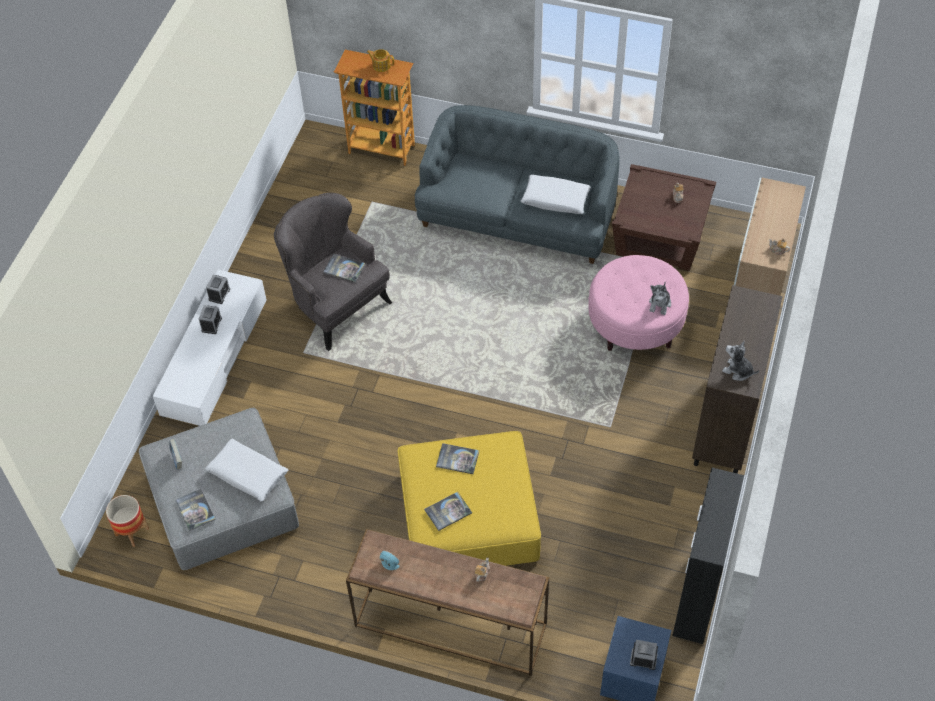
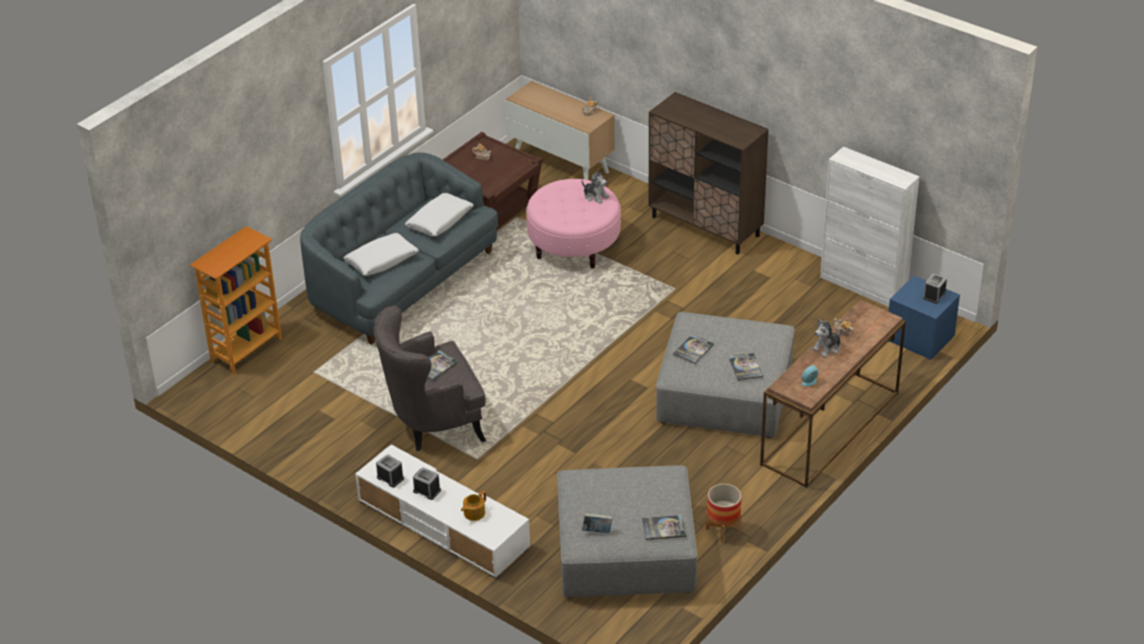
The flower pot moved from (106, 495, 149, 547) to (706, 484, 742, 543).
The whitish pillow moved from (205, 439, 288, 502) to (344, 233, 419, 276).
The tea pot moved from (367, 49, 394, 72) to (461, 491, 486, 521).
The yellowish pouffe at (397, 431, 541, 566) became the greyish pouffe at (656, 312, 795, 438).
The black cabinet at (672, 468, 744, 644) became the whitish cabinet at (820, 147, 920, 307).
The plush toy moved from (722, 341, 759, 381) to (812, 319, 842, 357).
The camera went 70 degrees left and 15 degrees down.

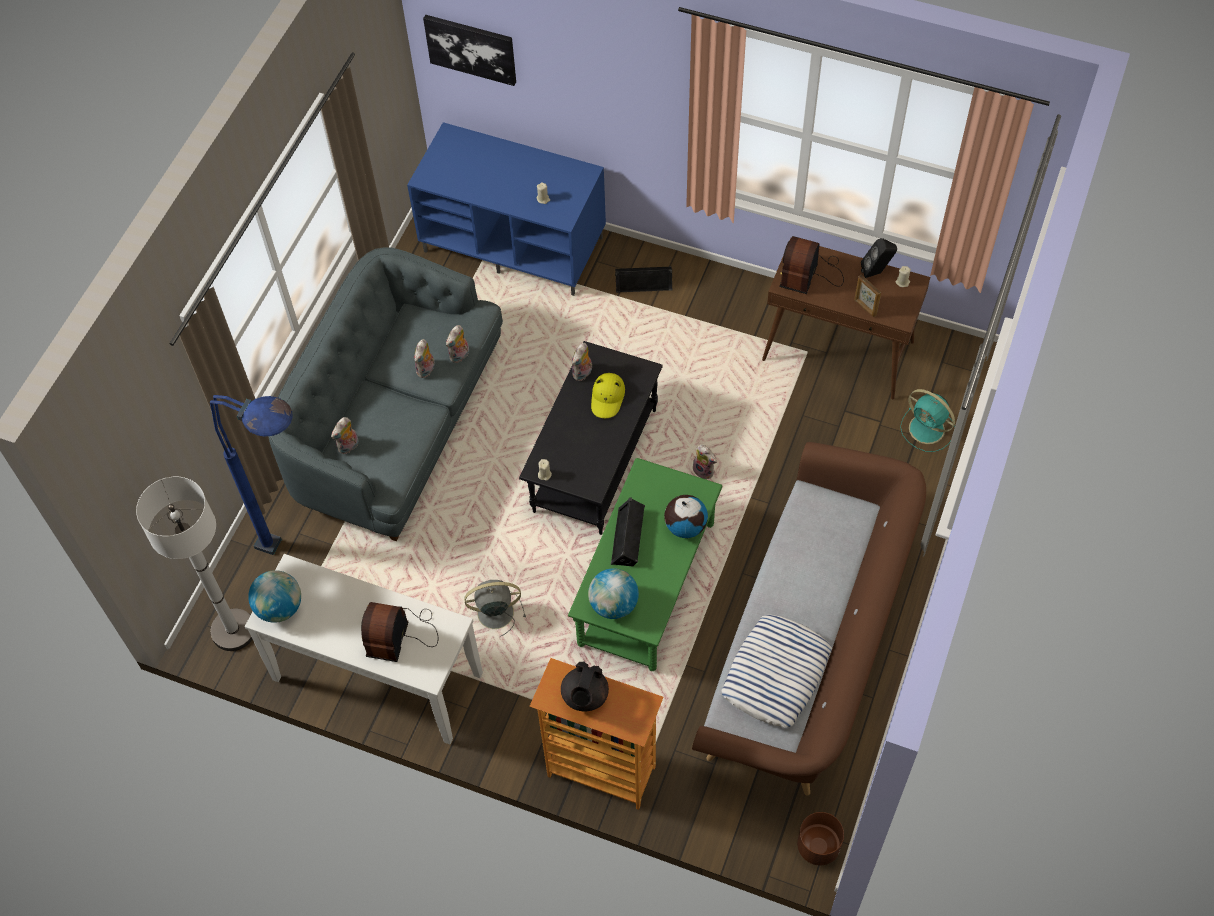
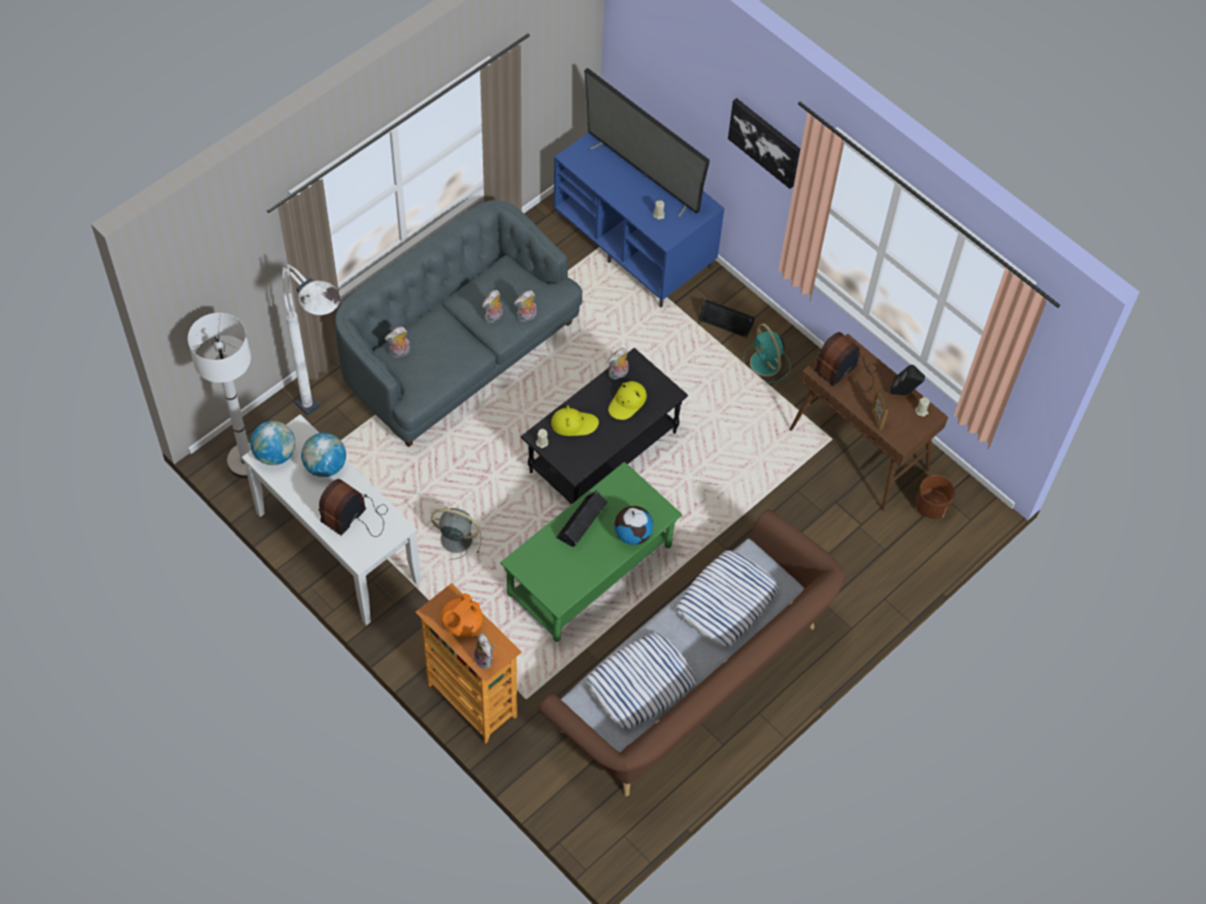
The bluish standing lamp at (210, 395, 293, 555) became the whitish standing lamp at (282, 264, 340, 416).
The wall picture moved from (423, 15, 516, 86) to (728, 98, 800, 189).
The black tea pot at (561, 662, 609, 712) became the orange-coloured tea pot at (441, 593, 483, 636).
The globe moved from (588, 568, 639, 619) to (301, 433, 346, 477).
The plush toy moved from (693, 445, 717, 479) to (472, 633, 495, 669).
The brown flower pot moved from (797, 812, 844, 866) to (915, 475, 955, 519).
The blue-green electric fan moved from (900, 389, 955, 452) to (743, 323, 791, 383).
The yellowish clothing hat at (551, 405, 599, 436) appeared.
The TV at (584, 68, 710, 218) appeared.
The pillow at (676, 550, 779, 646) appeared.
The camera went 20 degrees right and 0 degrees up.

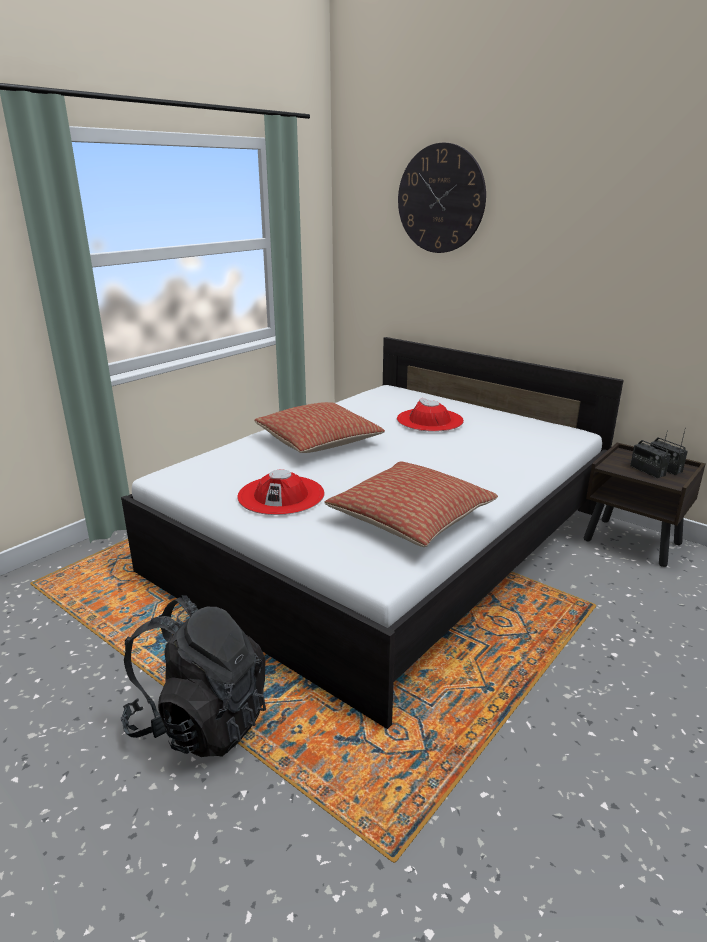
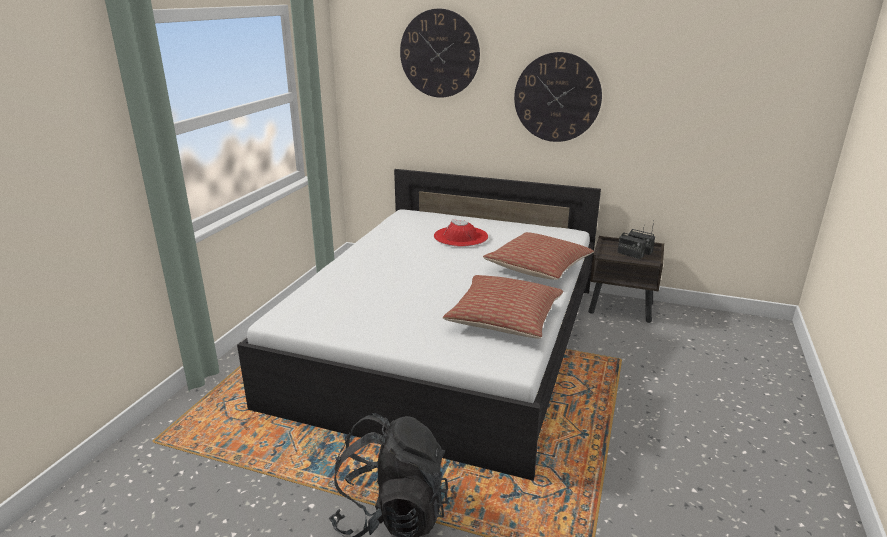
The reddish clothing hat at (237, 469, 324, 515) disappeared.
The pillow moved from (254, 402, 385, 453) to (483, 232, 594, 280).
The wall clock at (514, 52, 602, 142) appeared.
The camera went 20 degrees left and 0 degrees up.

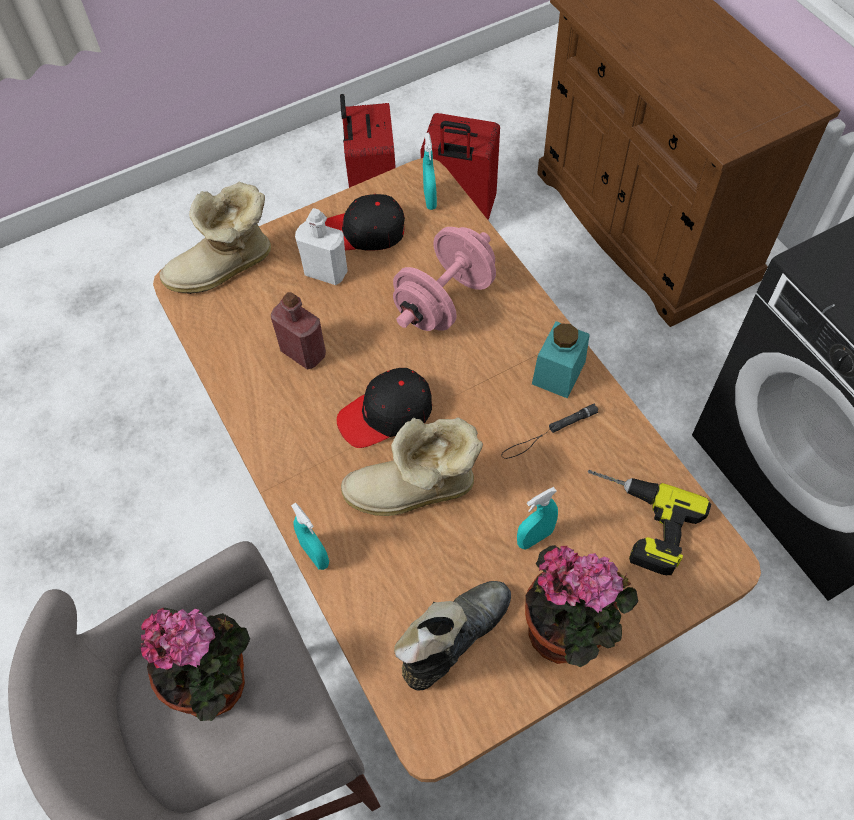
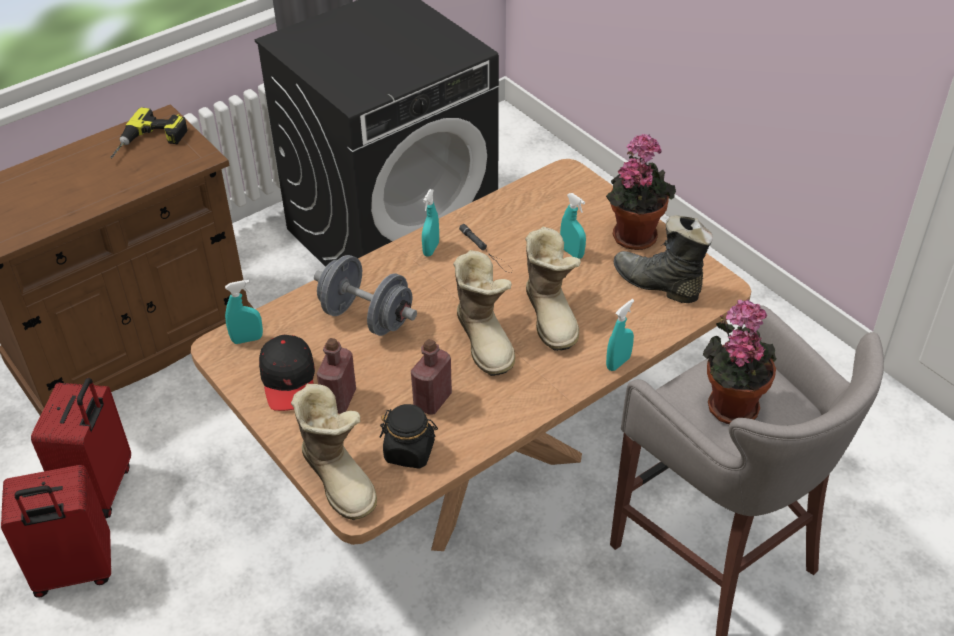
The whitish bottle at (295, 208, 348, 285) became the reddish bottle at (317, 338, 356, 414).
The black baseball cap at (337, 368, 432, 448) was replaced by the high-top boot at (453, 250, 515, 376).
The pinkish hand weight at (393, 227, 496, 331) became the greyish hand weight at (314, 255, 417, 336).
The blue-green preserve jar at (532, 321, 590, 398) was replaced by the blue-green hand sprayer at (422, 189, 439, 257).
The power drill moved from (588, 470, 711, 575) to (110, 107, 188, 158).
The black preserve jar at (380, 404, 438, 468) appeared.
The camera went 100 degrees left and 15 degrees down.

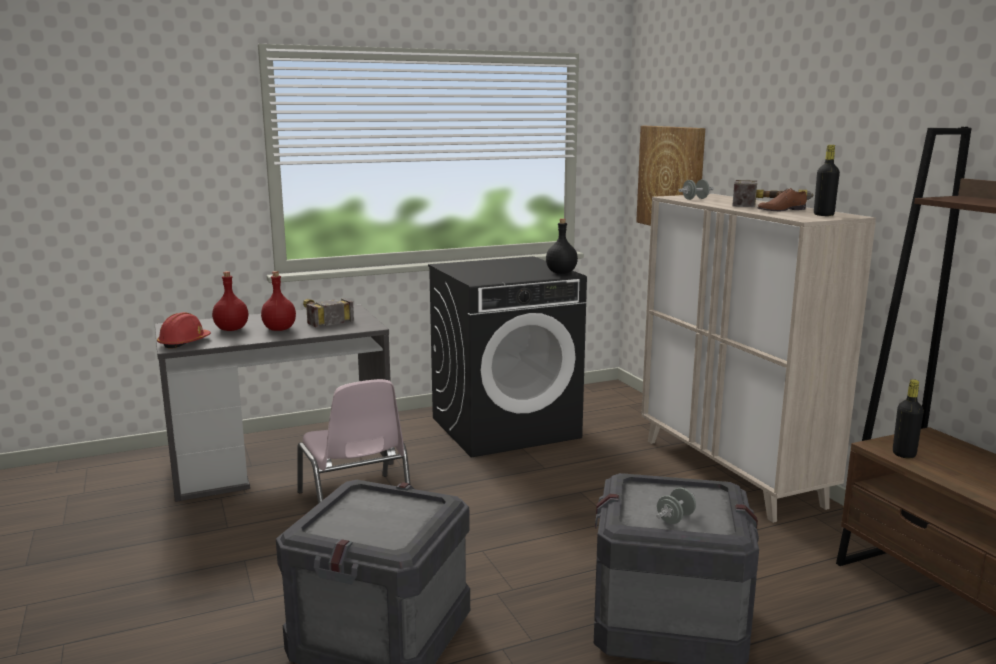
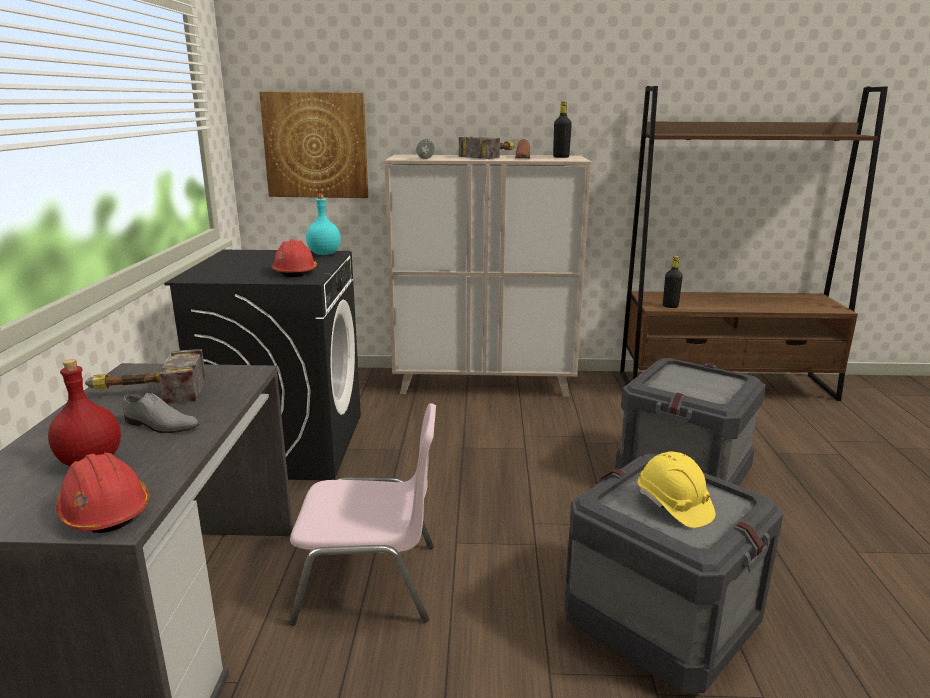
The reddish bottle at (261, 271, 296, 331) was replaced by the greyish low shoe at (122, 393, 199, 433).
The black bottle at (546, 219, 578, 274) became the blue-green bottle at (306, 194, 341, 255).
The greyish hand weight at (657, 488, 696, 524) disappeared.
The reddish safety helmet at (272, 239, 317, 277) appeared.
The yellowish safety helmet at (638, 452, 715, 528) appeared.
The camera went 65 degrees left and 5 degrees up.

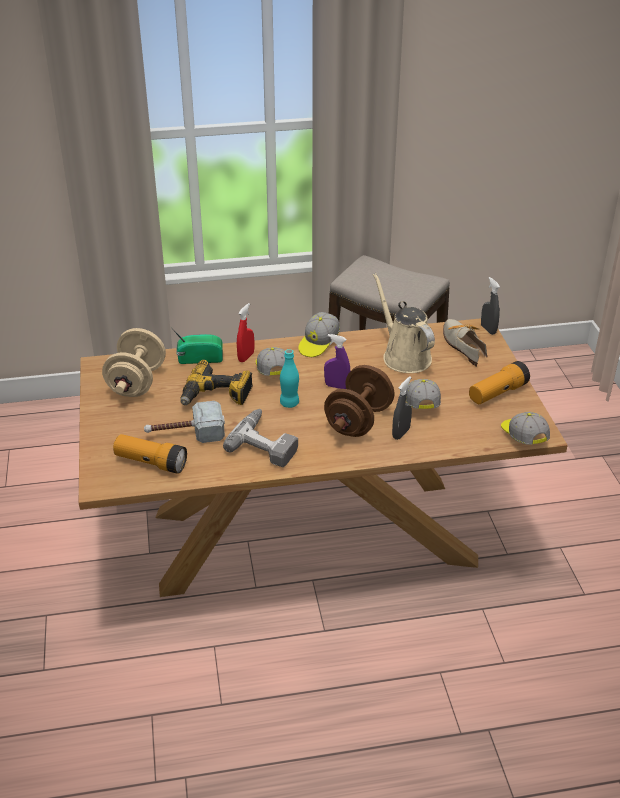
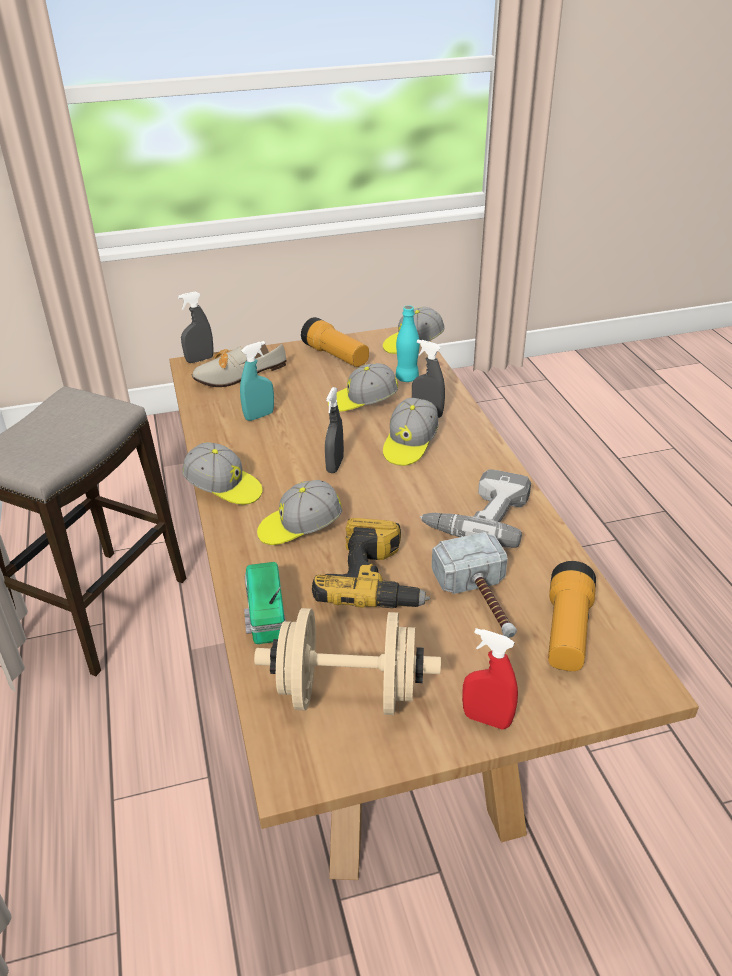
The reddish hand sprayer moved from (237, 303, 254, 362) to (462, 628, 518, 730).
The blue-green bottle moved from (280, 349, 299, 408) to (396, 305, 420, 382).
The purplish hand sprayer at (324, 334, 350, 389) became the greyish hand sprayer at (325, 387, 344, 473).
The brown hand weight at (324, 365, 394, 437) was replaced by the baseball cap at (383, 398, 439, 466).
The sand-coloured watering can at (373, 273, 435, 373) was replaced by the blue-green hand sprayer at (240, 341, 274, 421).
The camera went 95 degrees left and 0 degrees up.

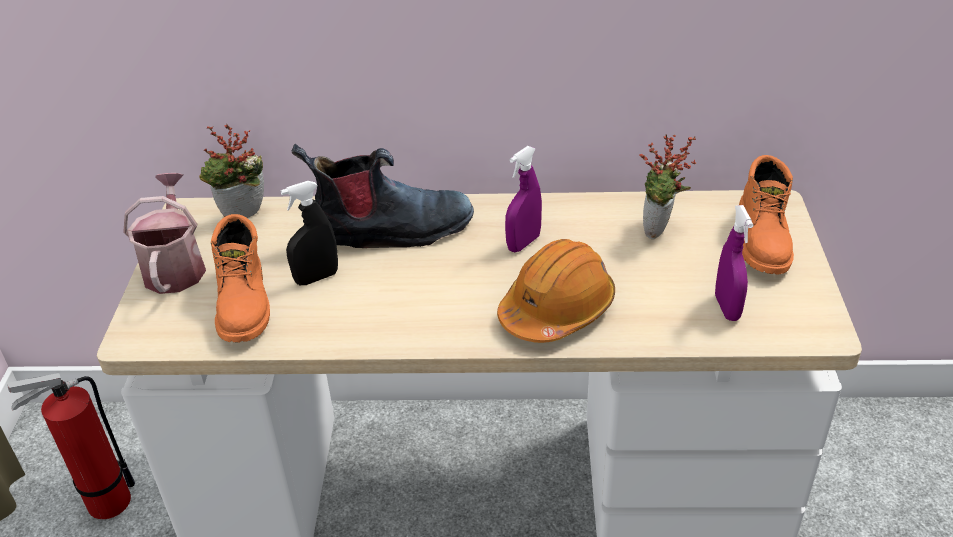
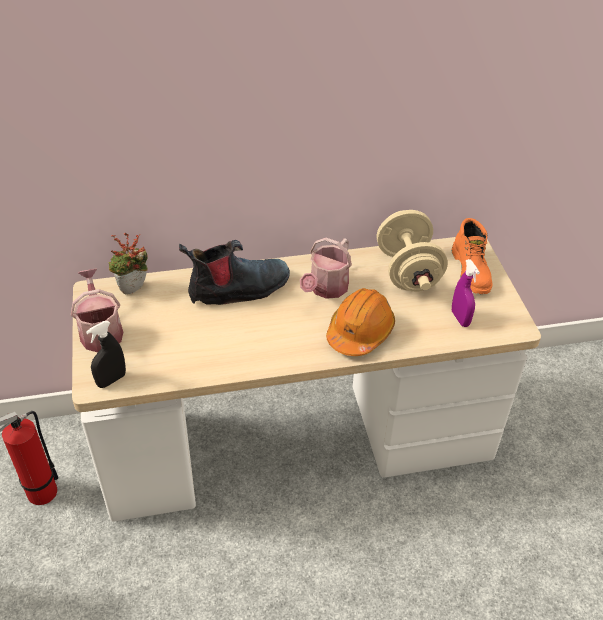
The orange-coloured high-top boot at (210, 214, 270, 342) disappeared.
The black hand sprayer moved from (281, 181, 338, 285) to (86, 321, 126, 388).
The purplish hand sprayer at (505, 146, 542, 252) was replaced by the watering can at (300, 238, 352, 299).
The potted plant at (639, 134, 696, 239) was replaced by the sand-coloured hand weight at (377, 210, 448, 292).
The camera went 15 degrees left and 5 degrees up.

